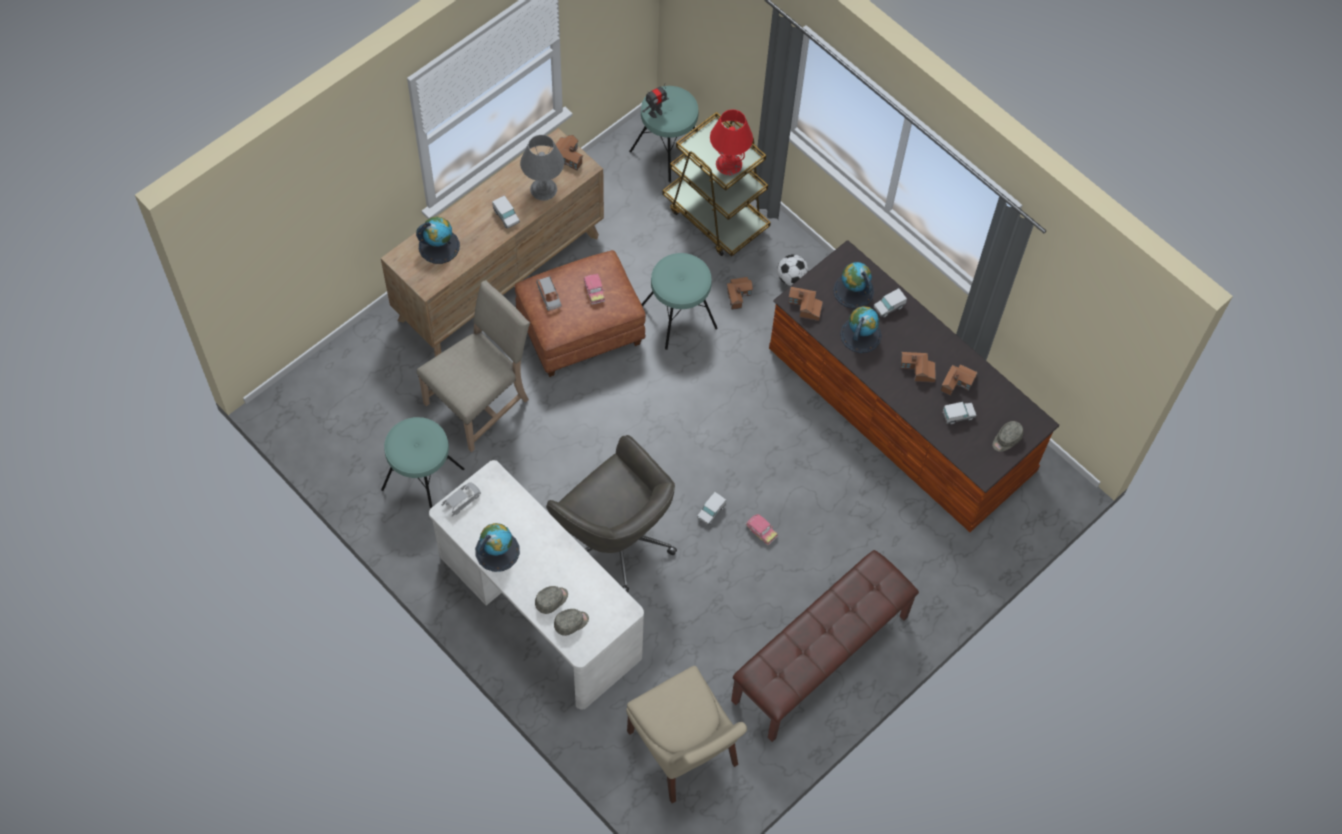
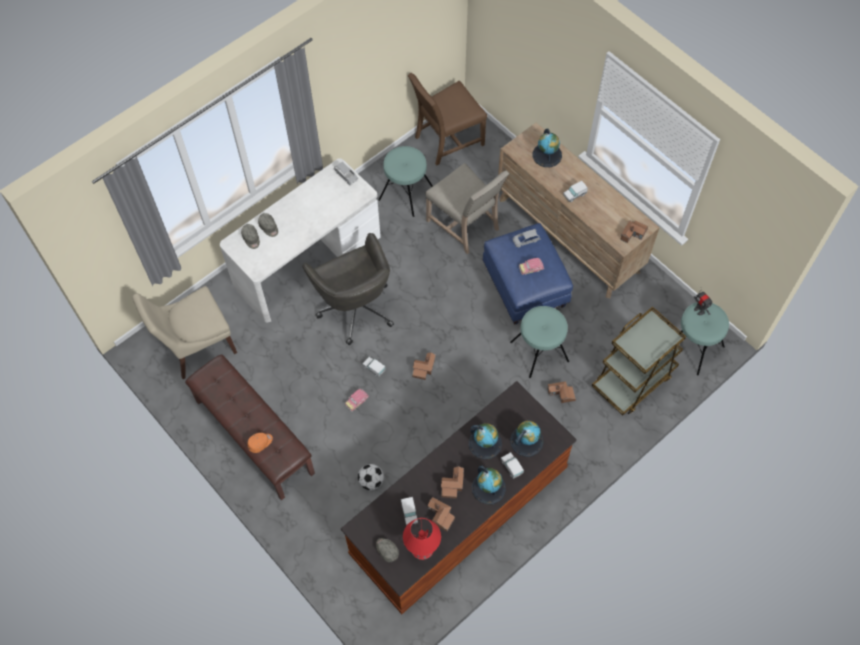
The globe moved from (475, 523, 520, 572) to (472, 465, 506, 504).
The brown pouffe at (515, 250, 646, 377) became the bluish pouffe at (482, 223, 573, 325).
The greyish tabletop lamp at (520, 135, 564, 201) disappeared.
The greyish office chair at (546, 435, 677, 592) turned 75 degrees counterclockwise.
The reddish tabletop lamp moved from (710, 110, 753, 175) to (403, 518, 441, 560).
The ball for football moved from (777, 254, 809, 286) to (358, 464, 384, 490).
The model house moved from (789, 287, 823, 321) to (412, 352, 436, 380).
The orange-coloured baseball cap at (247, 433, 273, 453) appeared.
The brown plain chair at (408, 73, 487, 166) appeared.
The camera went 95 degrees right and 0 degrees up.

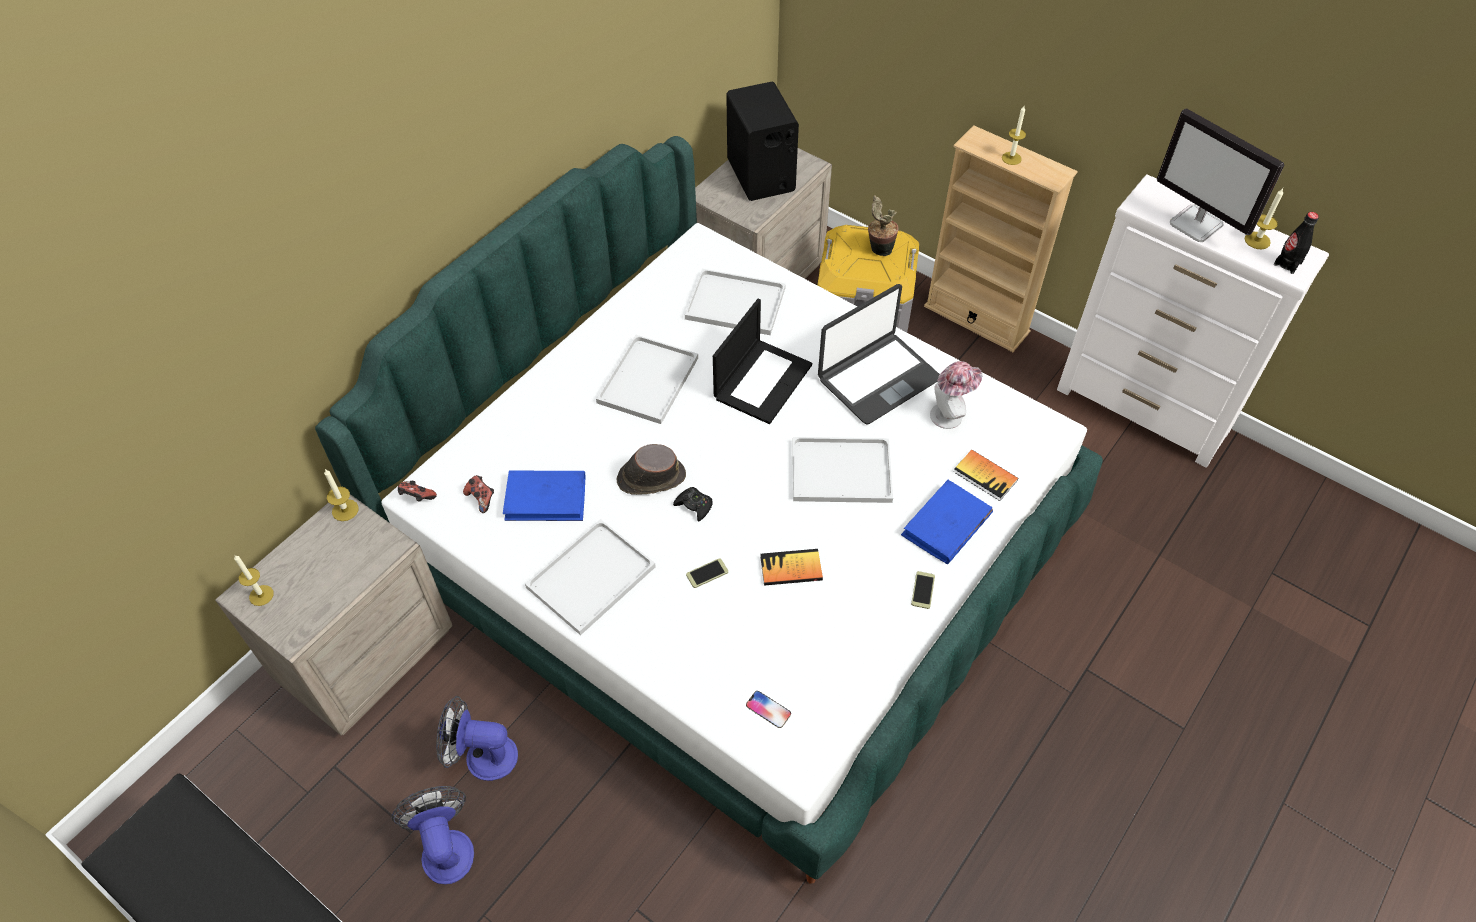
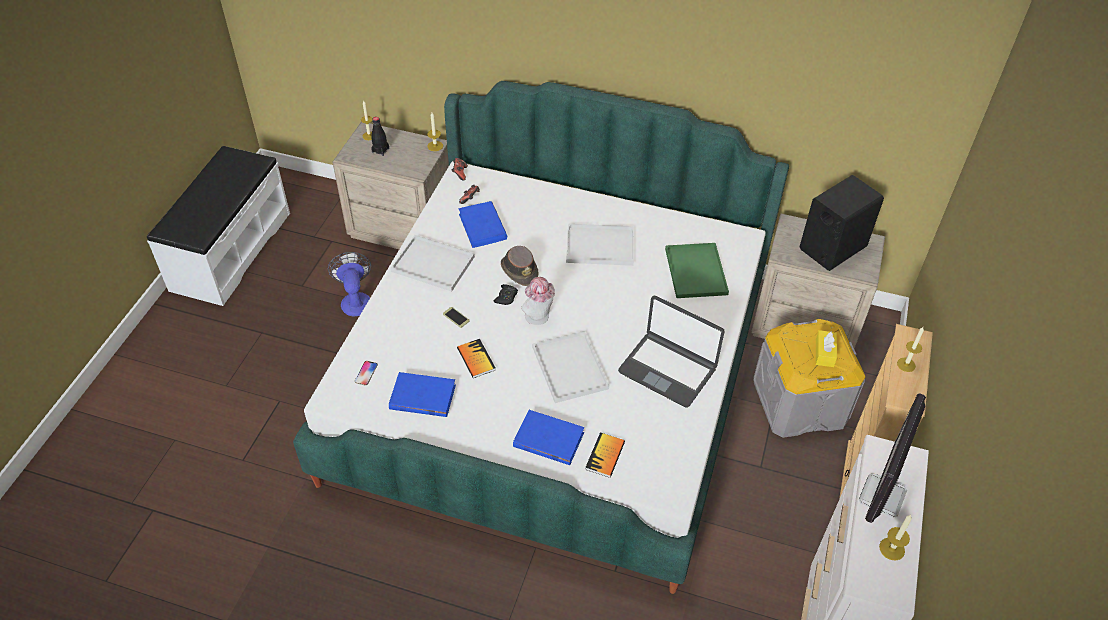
The electric fan at (392, 786, 474, 885) disappeared.
The whitish tray at (685, 269, 786, 335) became the green tray at (665, 243, 729, 298).
The portable computer at (713, 299, 812, 424) disappeared.
The potted plant at (868, 195, 899, 256) was replaced by the yellowish box of tissues at (816, 330, 837, 367).
The telephone at (911, 571, 935, 609) disappeared.
The clothing hat moved from (930, 361, 983, 429) to (521, 277, 555, 325).
The black bottle moved from (1274, 212, 1319, 274) to (371, 117, 389, 156).
The bluish book at (389, 372, 456, 417) appeared.
The camera went 70 degrees right and 5 degrees down.

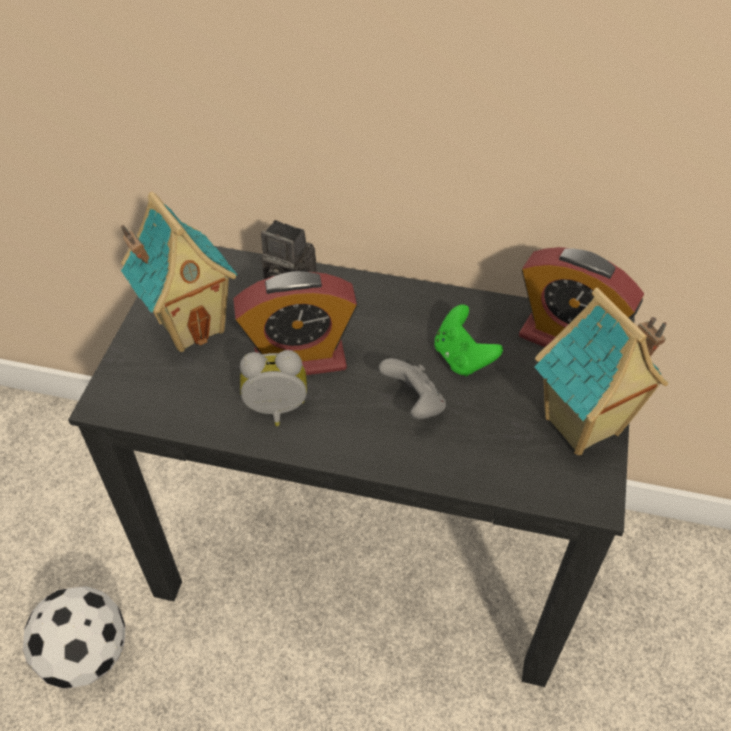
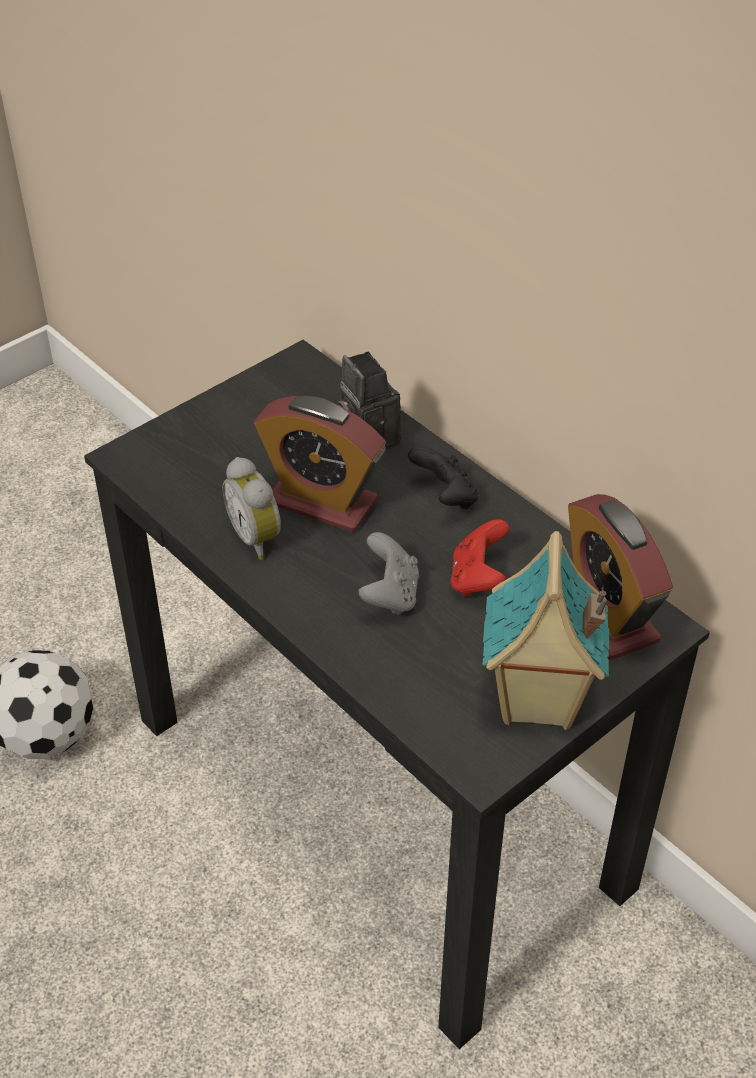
The model house at (121, 192, 238, 352) disappeared.
The bedside clock at (240, 350, 307, 426) turned 150 degrees counterclockwise.
The green joypad at (434, 305, 503, 376) became the reddish joypad at (450, 519, 510, 597).
The black joypad at (408, 446, 478, 509) appeared.
The camera went 35 degrees right and 5 degrees down.

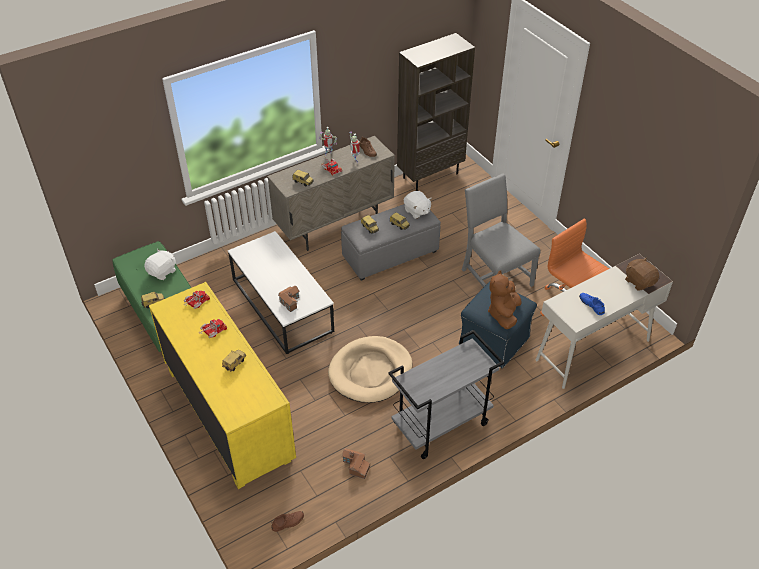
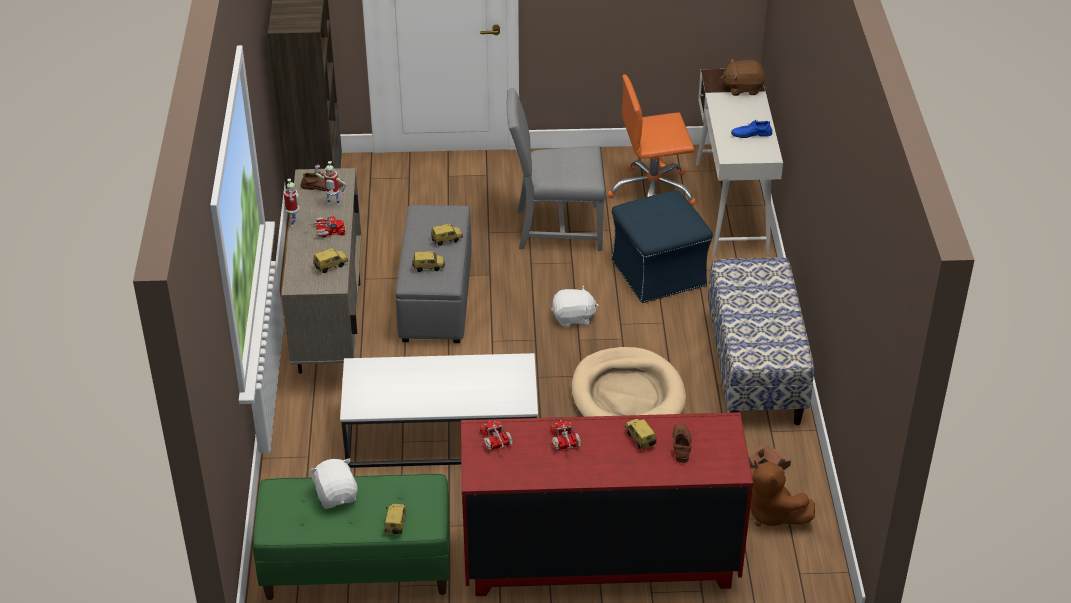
The yellowish dresser at (149, 282, 296, 489) became the reddish dresser at (461, 412, 753, 596).
The brown low shoe moved from (271, 511, 304, 532) to (673, 423, 692, 463).
The model house at (278, 286, 299, 312) disappeared.
The greyish wheeled cart at (388, 330, 504, 459) was replaced by the long seat at (708, 258, 814, 425).
The whitish plush toy moved from (404, 191, 432, 219) to (551, 286, 599, 328).
The brown plush toy moved from (488, 270, 522, 329) to (750, 461, 815, 527).
The camera went 60 degrees left and 5 degrees down.

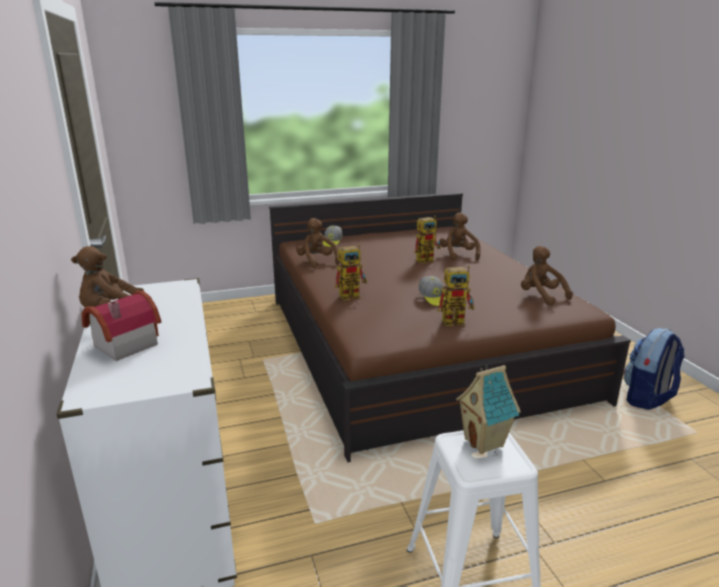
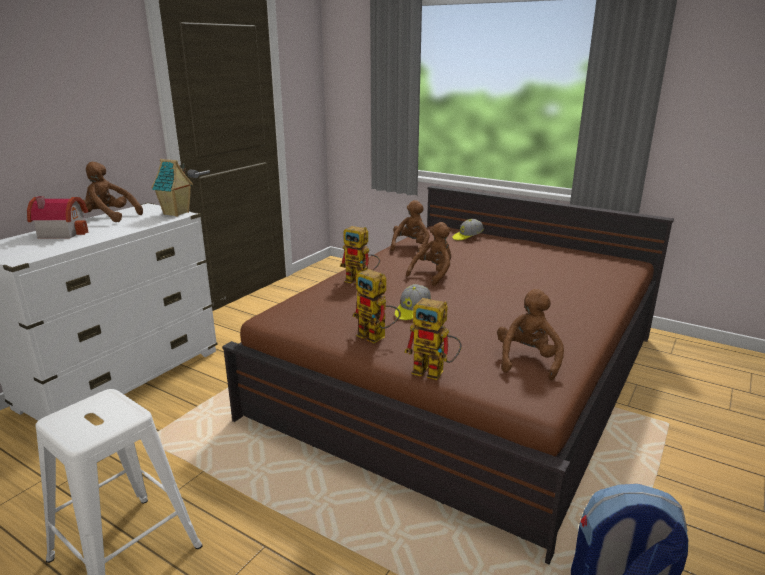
The robot figure moved from (414, 215, 441, 264) to (404, 298, 462, 380).
The brown plush toy moved from (440, 212, 481, 261) to (406, 222, 451, 286).
The model house moved from (456, 364, 521, 454) to (151, 159, 193, 217).
The camera went 50 degrees right and 0 degrees up.

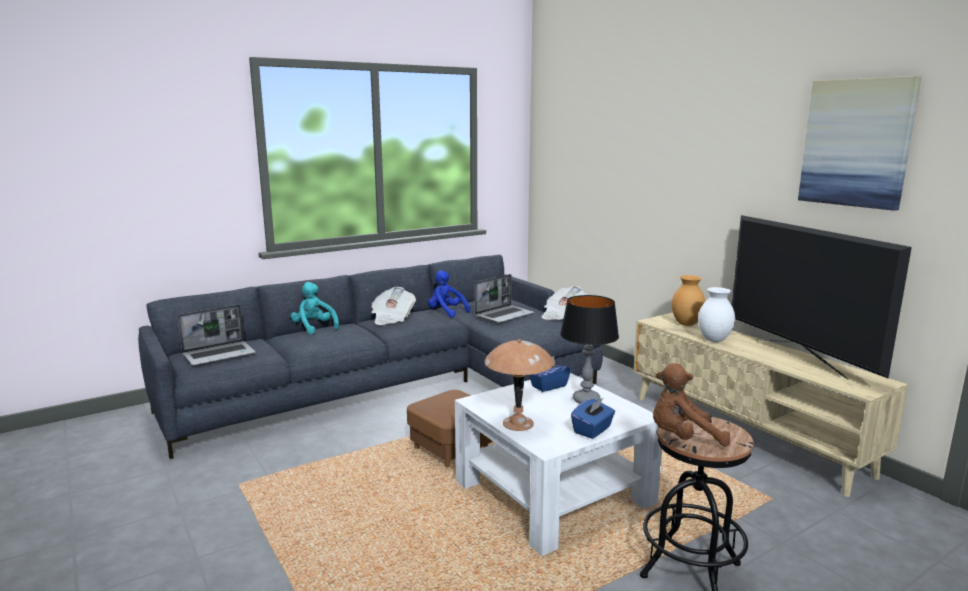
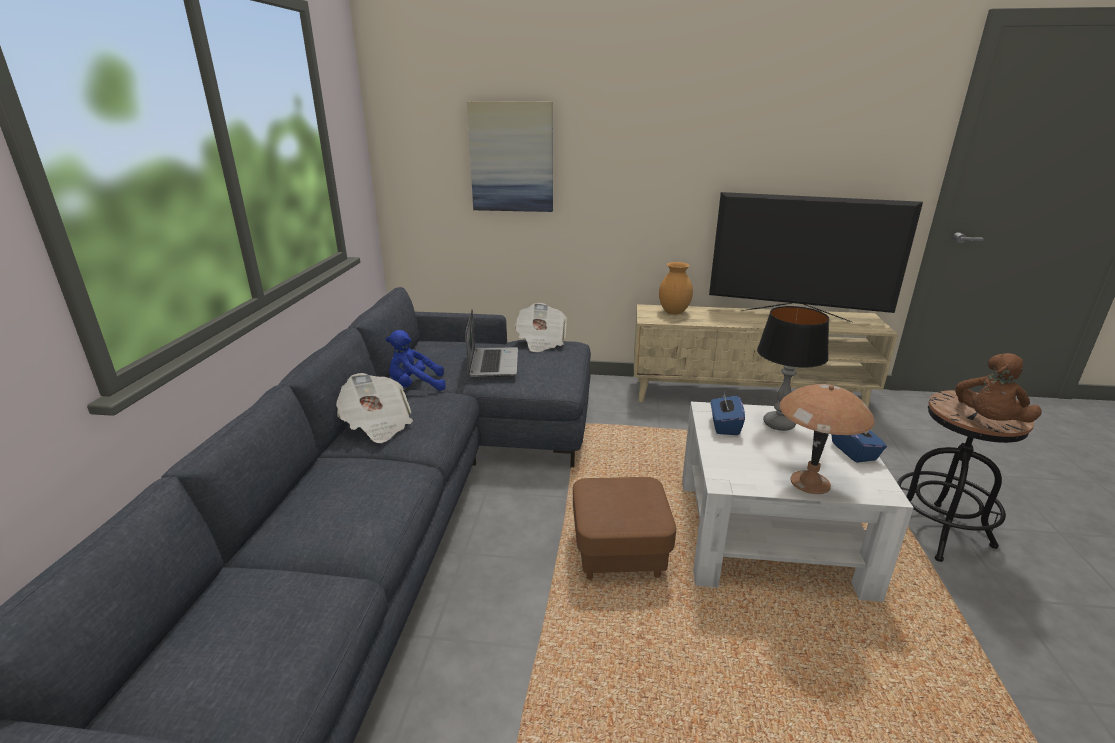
The portable computer at (177, 305, 256, 366) disappeared.
The blue-green plush toy at (291, 282, 339, 335) disappeared.
The whitish vase at (698, 287, 735, 342) disappeared.
The wall picture moved from (798, 76, 921, 211) to (467, 101, 553, 212).
The camera went 50 degrees left and 10 degrees up.

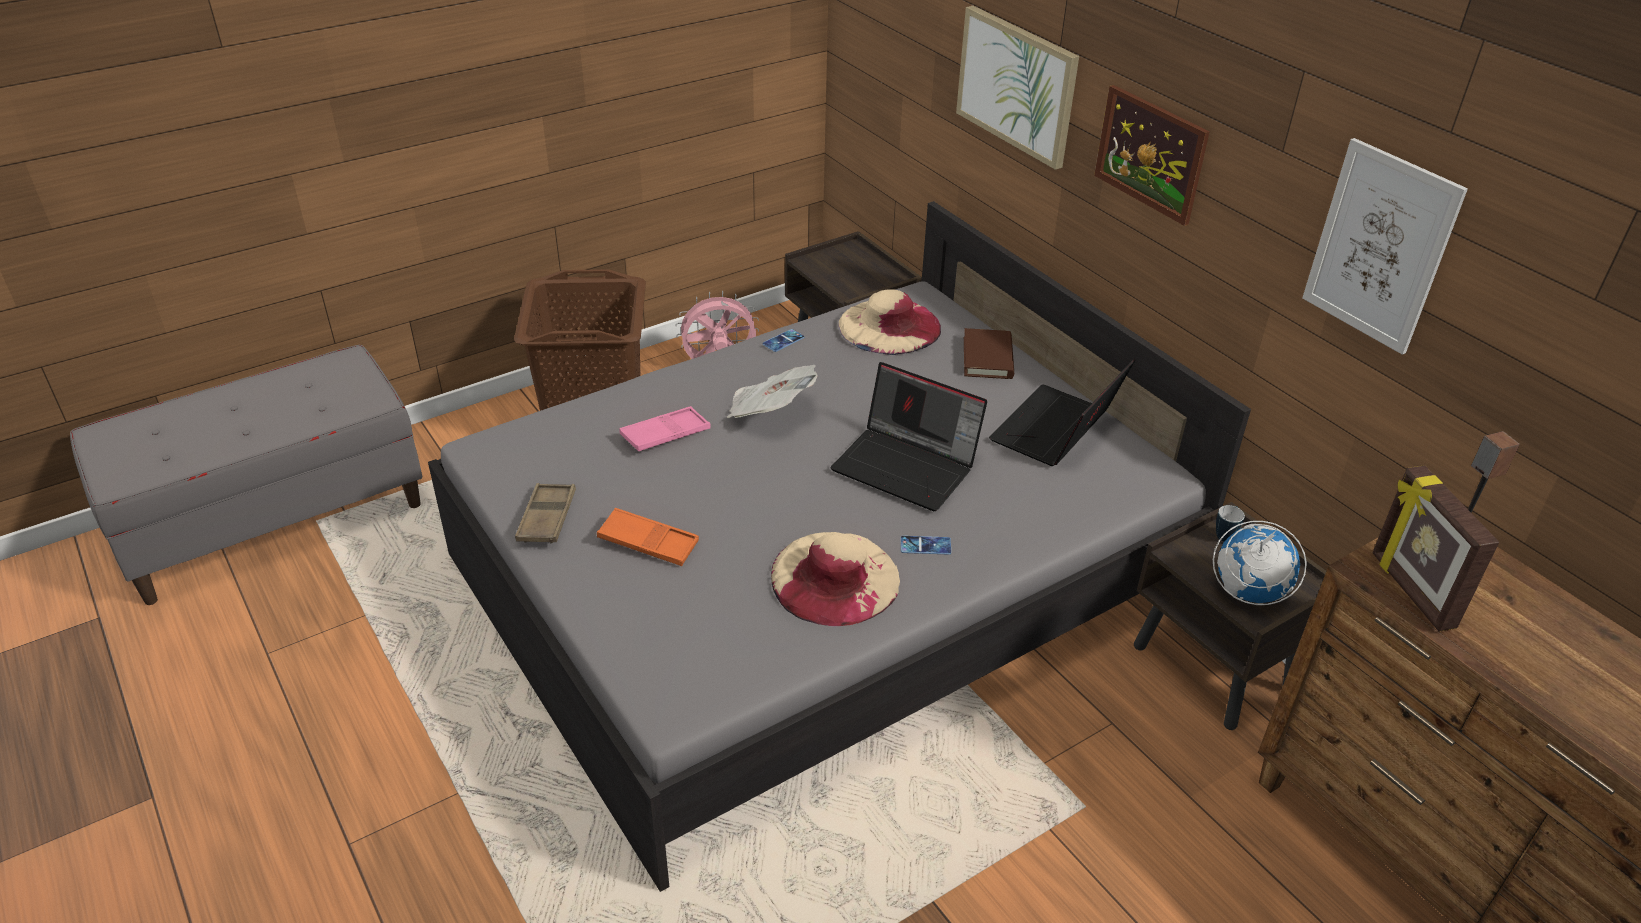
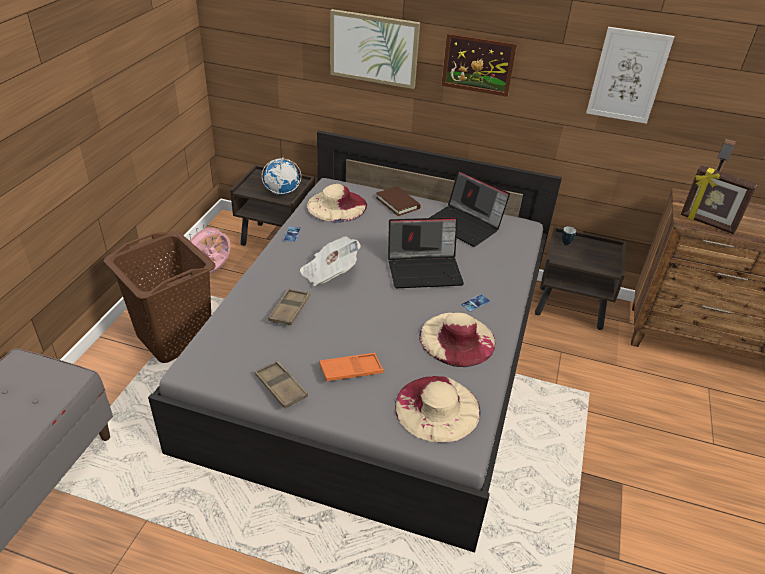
The pinkish tray at (619, 406, 711, 451) became the brown tray at (268, 289, 310, 326).
The portable computer at (989, 359, 1135, 466) turned 45 degrees counterclockwise.
The globe moved from (1213, 521, 1307, 605) to (262, 156, 301, 195).
The sand-coloured clothing hat at (395, 376, 481, 443) appeared.
The camera went 40 degrees left and 0 degrees up.

